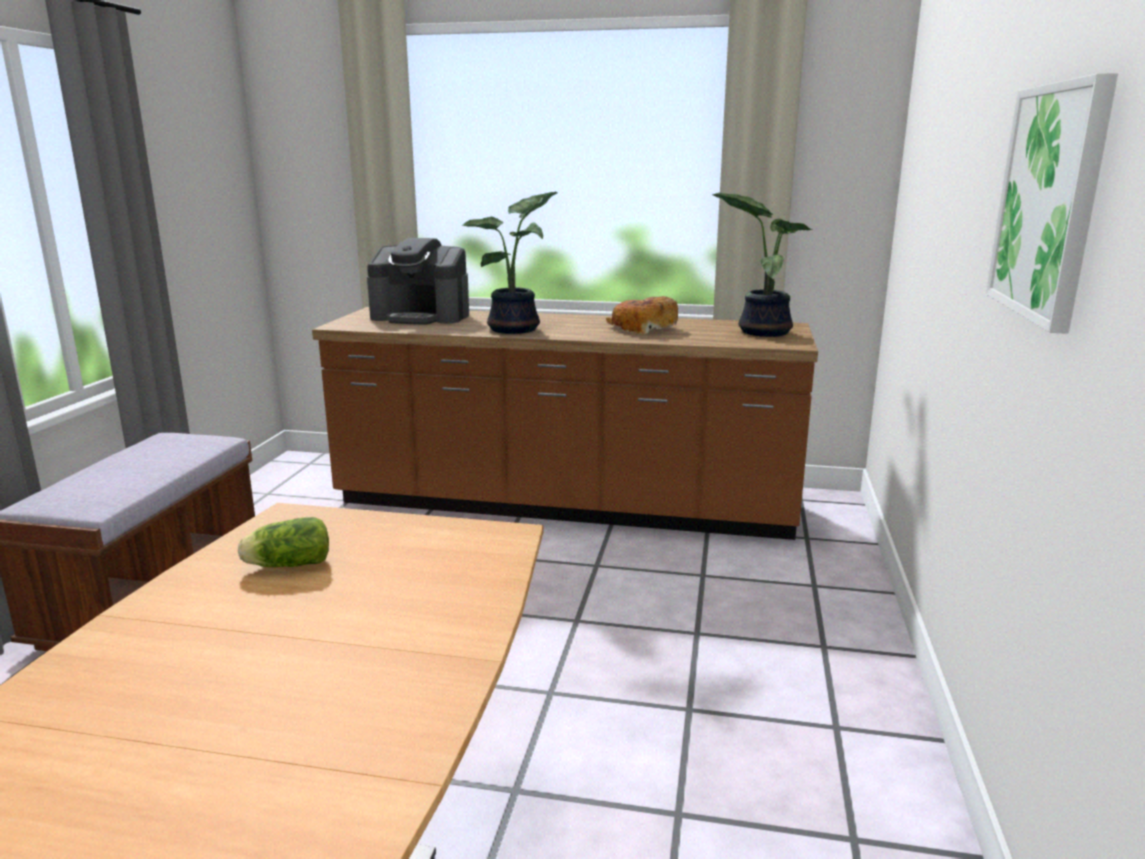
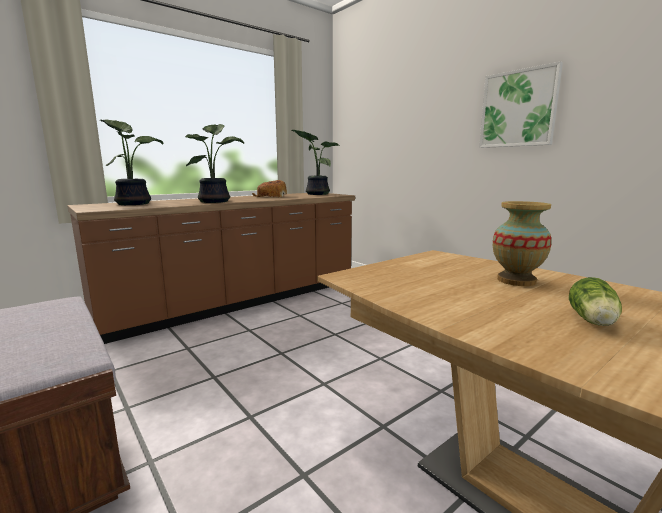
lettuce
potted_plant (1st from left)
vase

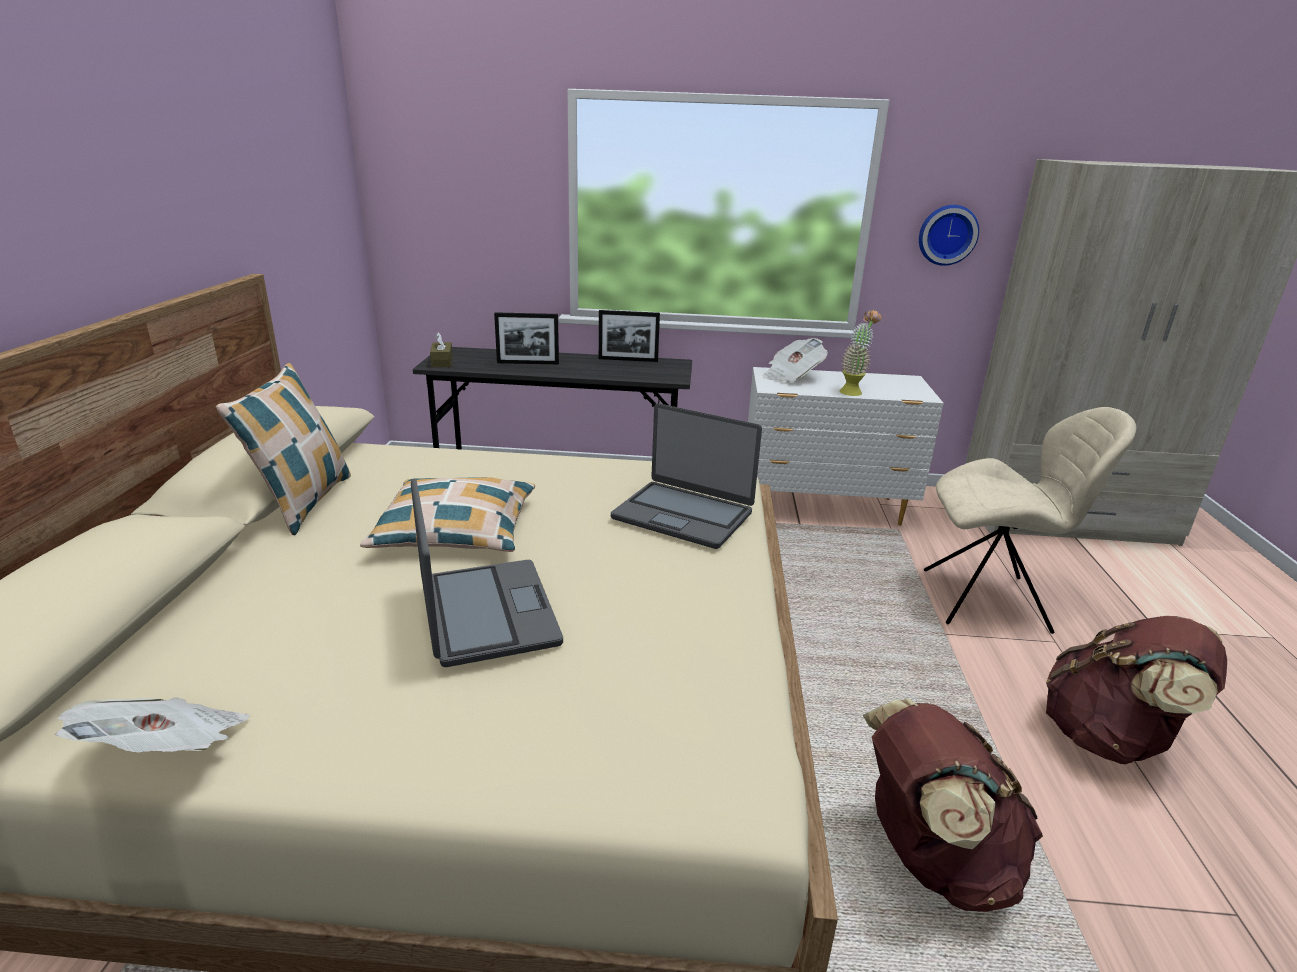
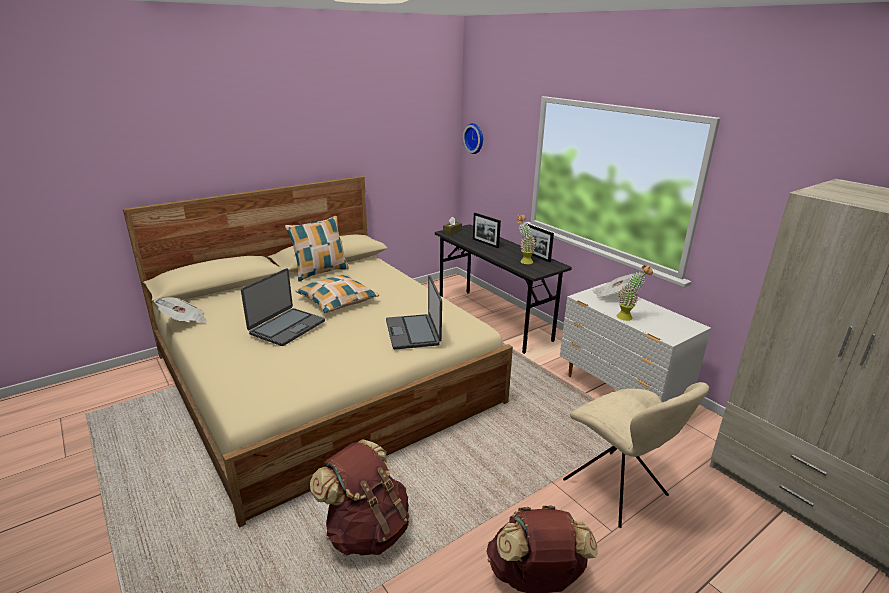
wall_clock
potted_plant (1st from left)

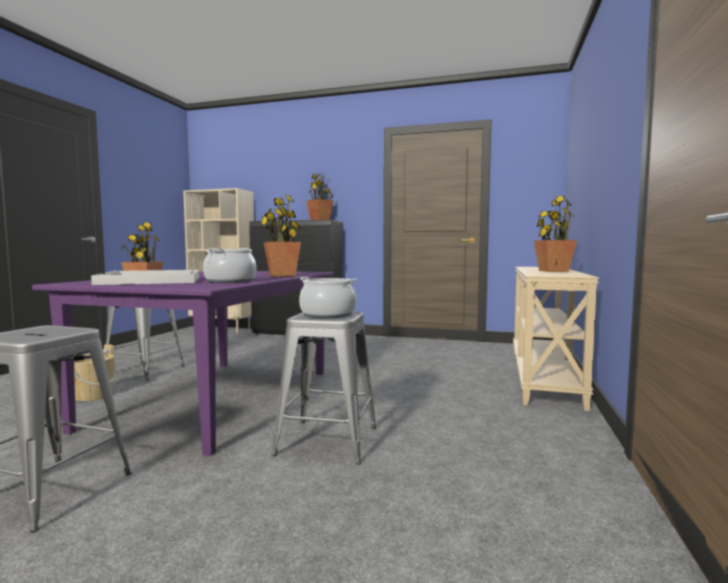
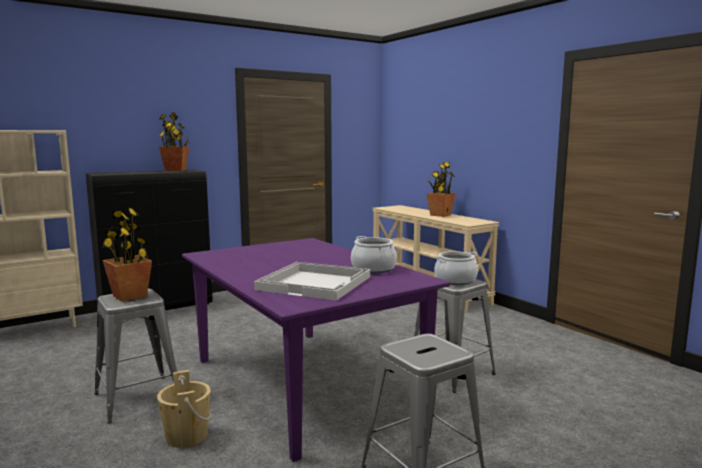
potted_plant (2nd from left in the first image)

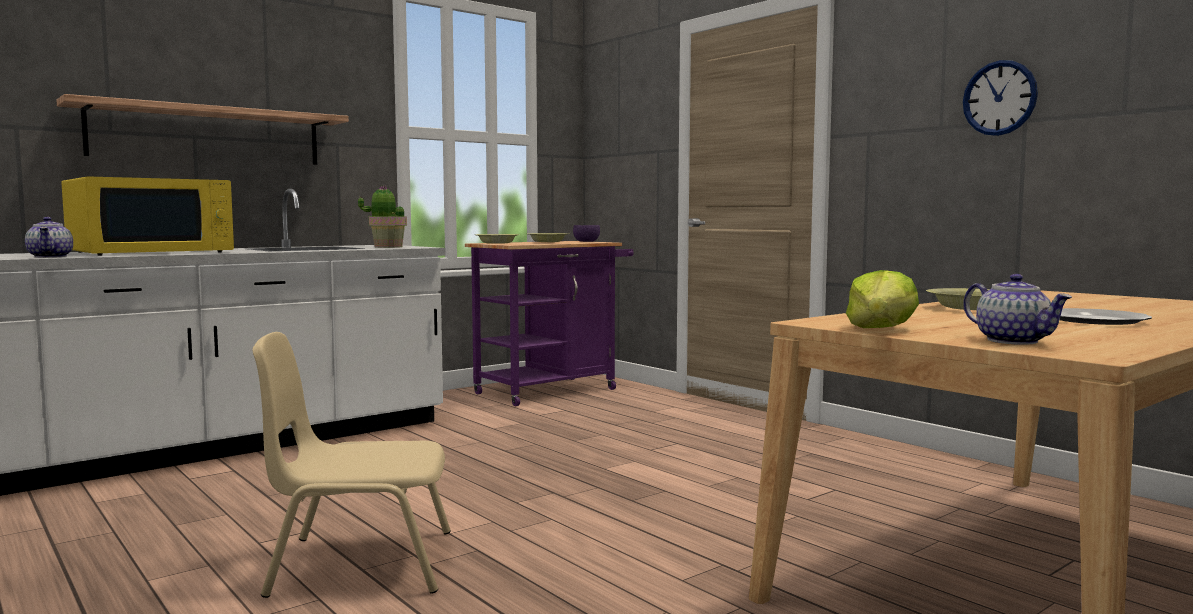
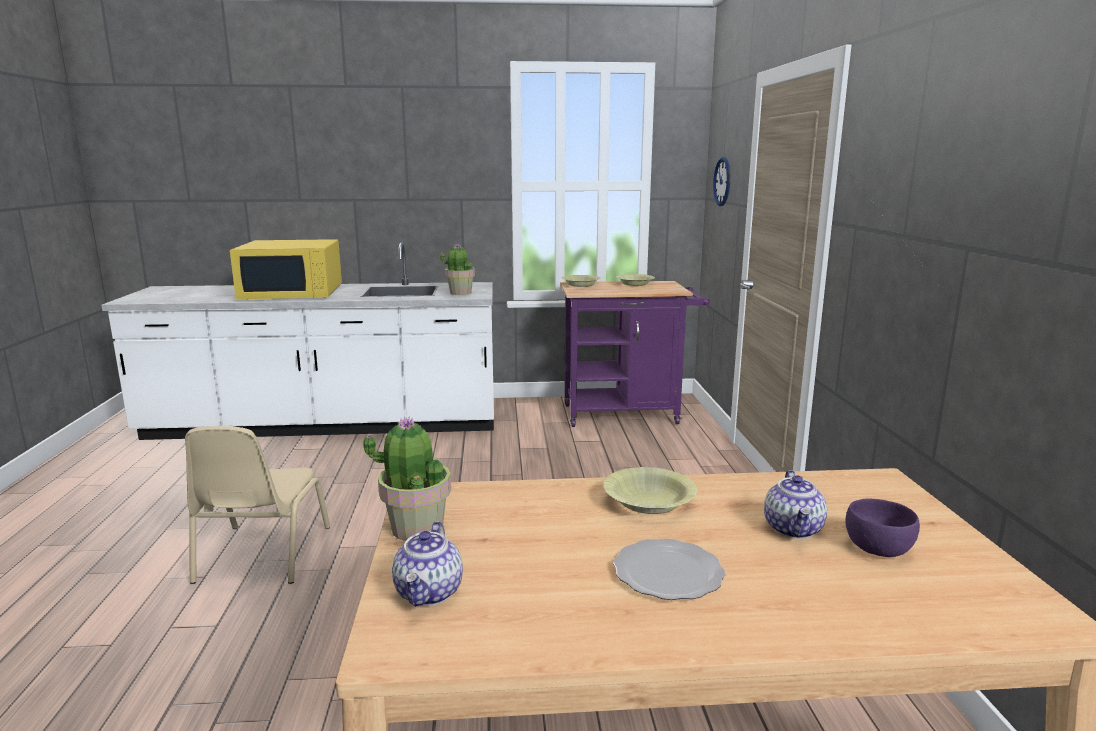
teapot (2nd from left)
shelf
beige_chair
purple_bowl
potted_plant (1st from left)
wall_clock

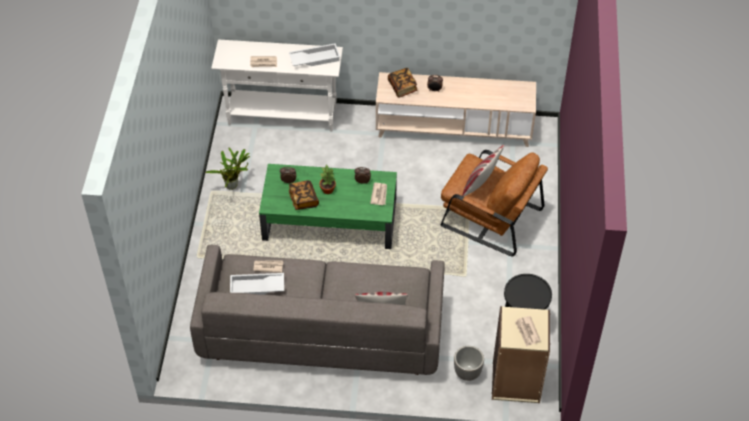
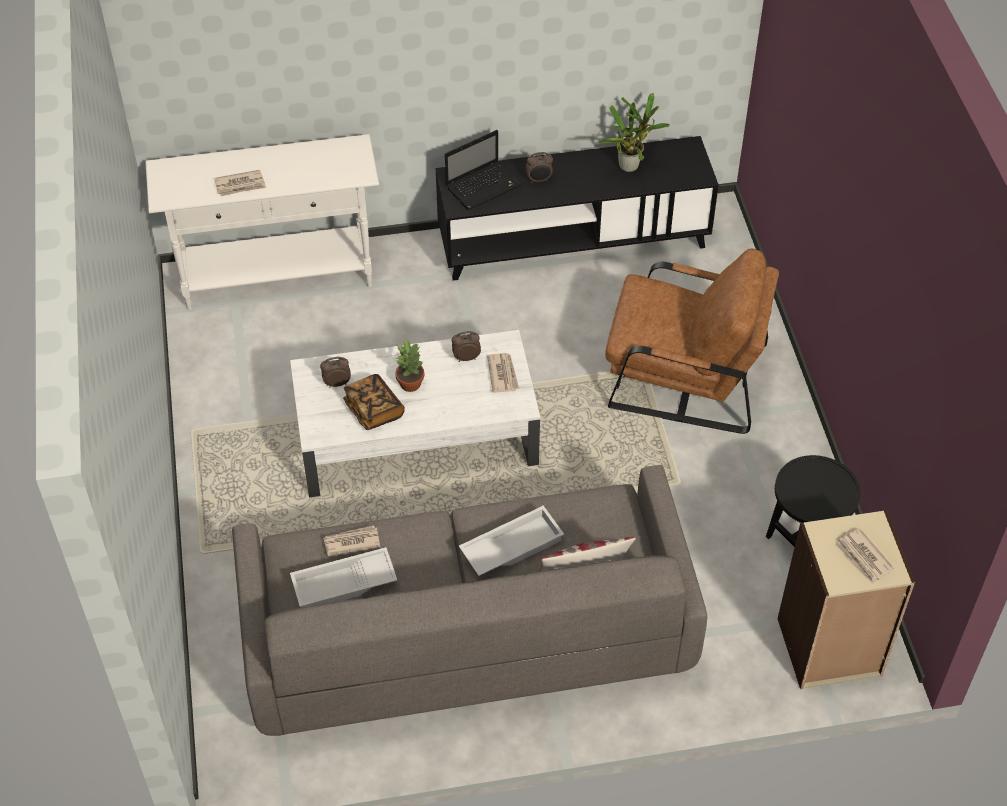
potted_plant (2nd from left)
white_coffee_table
white_tray (2nd from left)
black_tv_stand
laptop
planter
pillow (2nd from left in the first image)

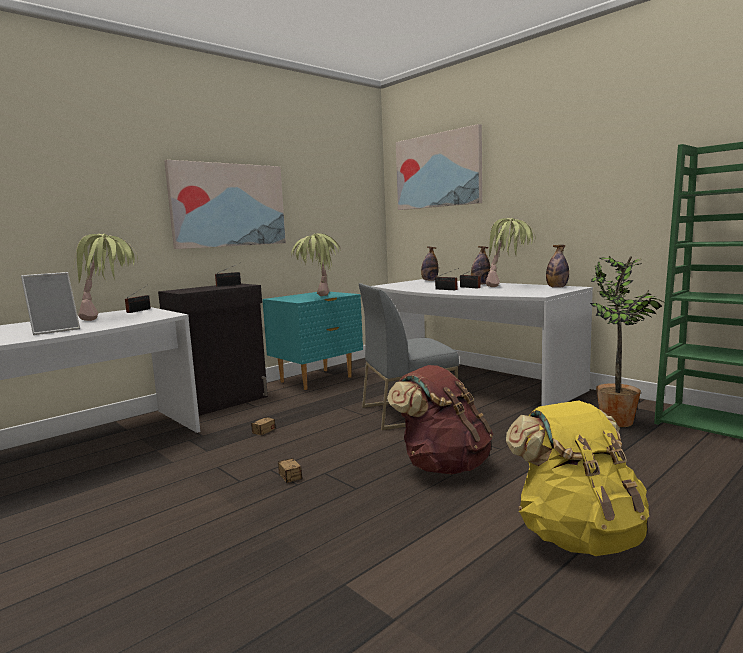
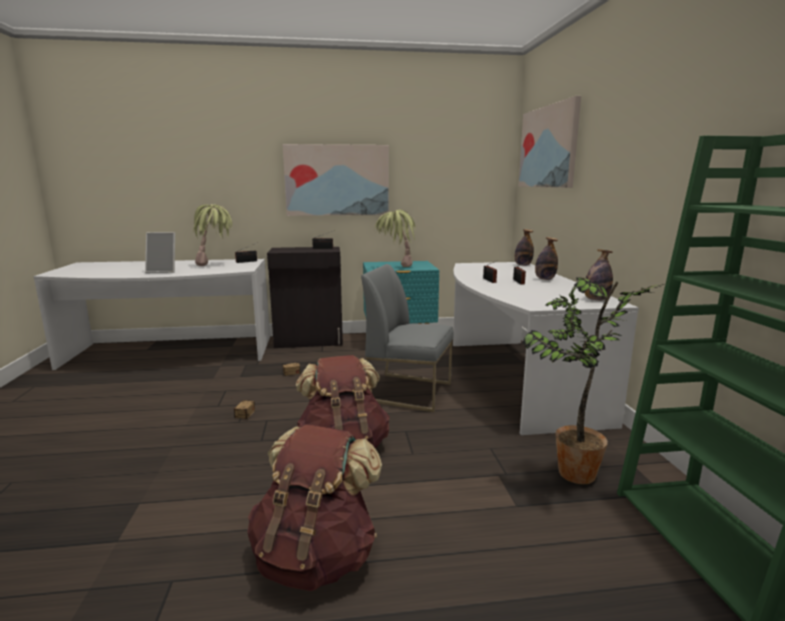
potted_plant (3rd from left in the first image)
brown_backpack (1st from left)

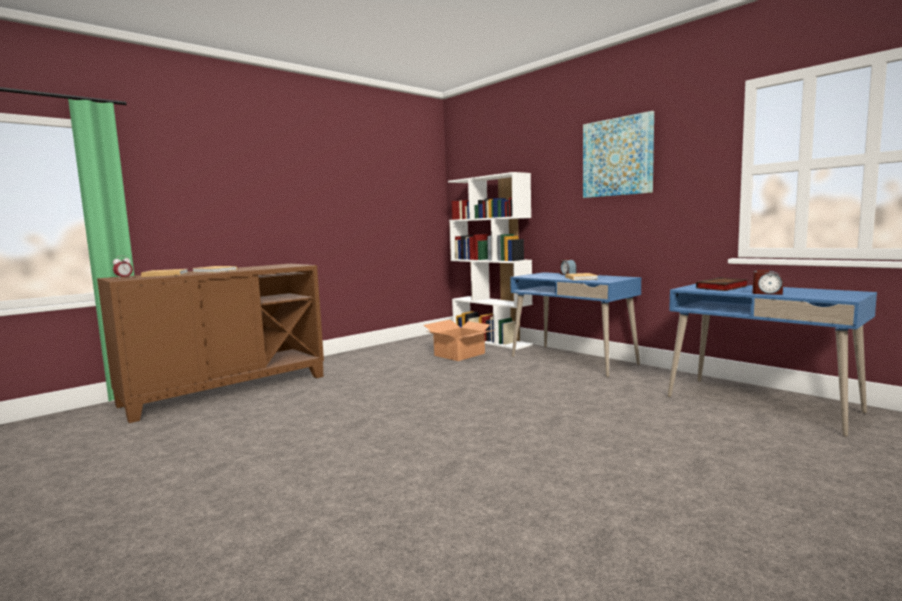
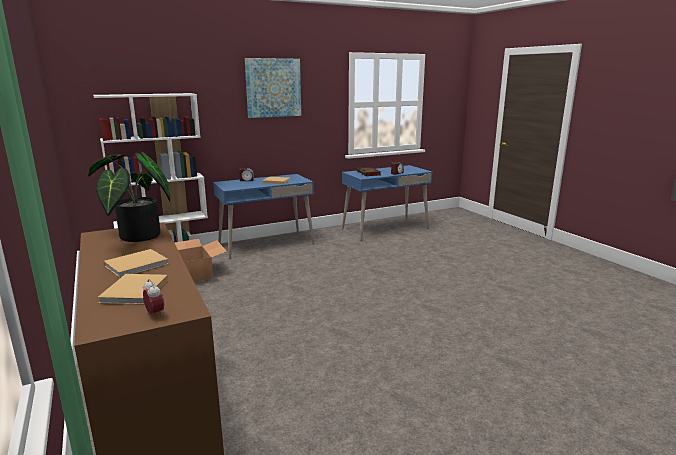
potted_plant

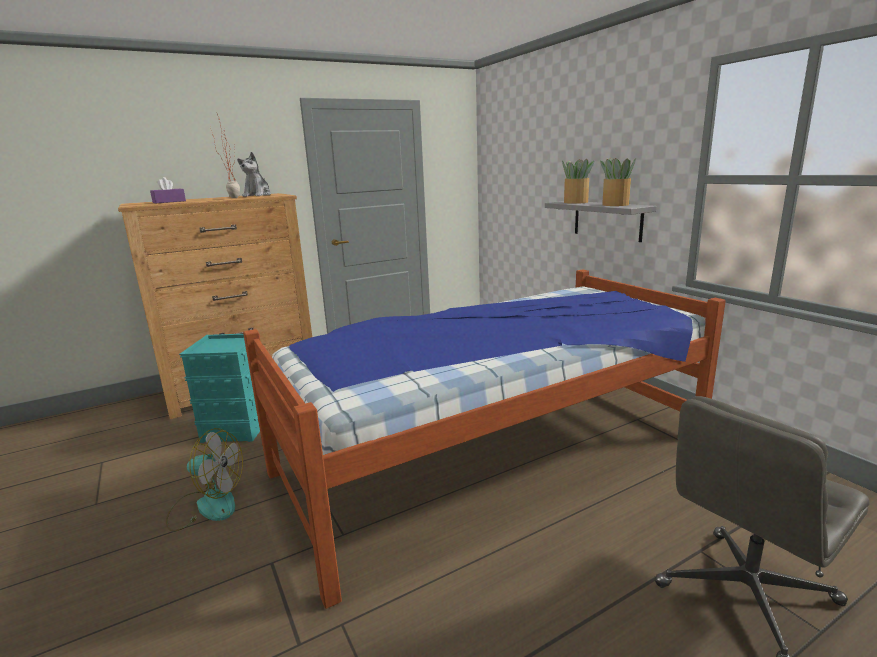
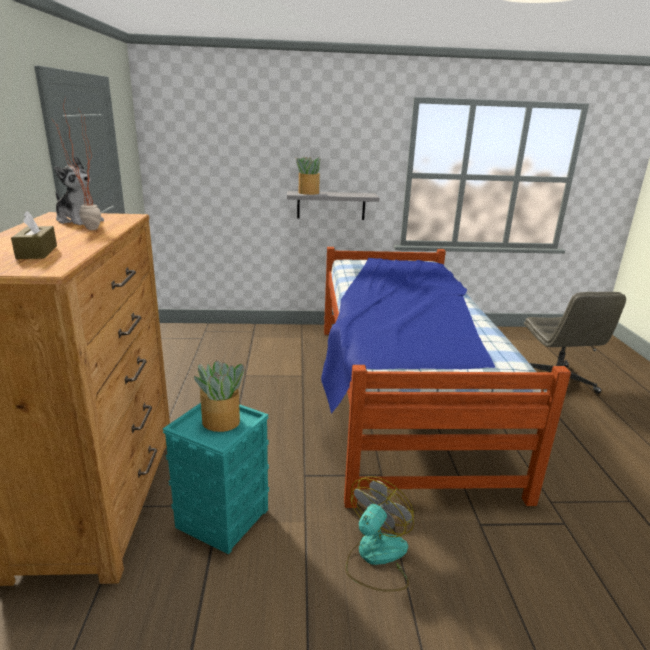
brown_tissue_box
potted_plant (2nd from left)

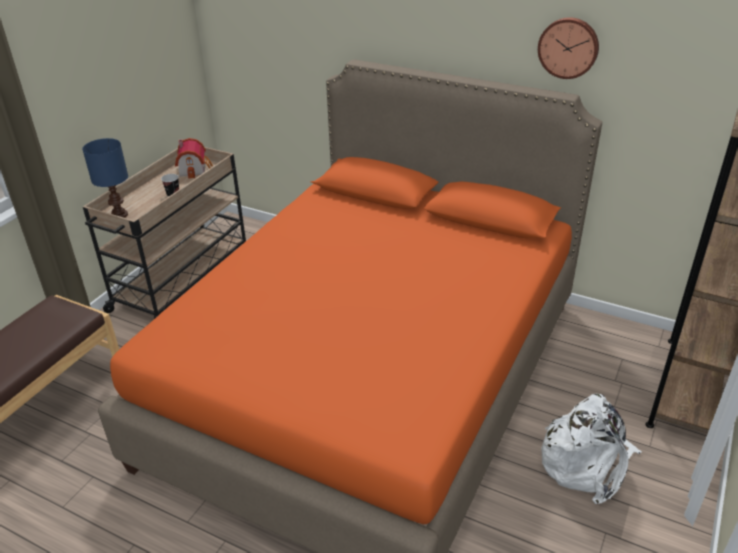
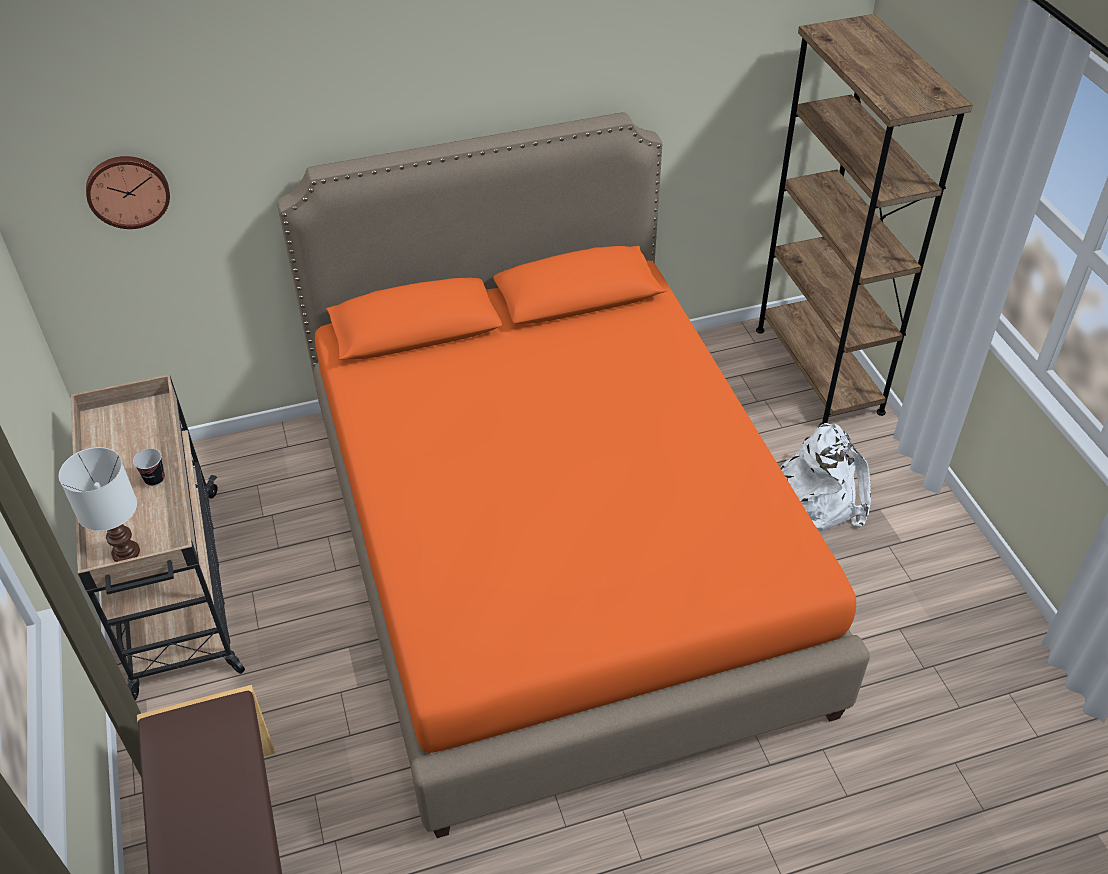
white_table_lamp
toy_house
wall_clock

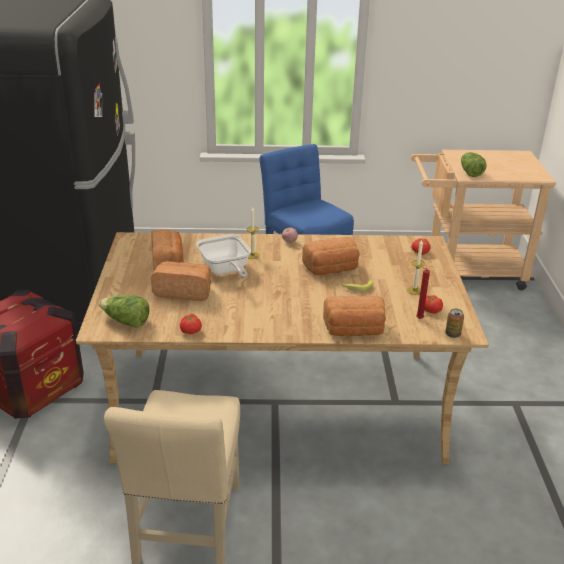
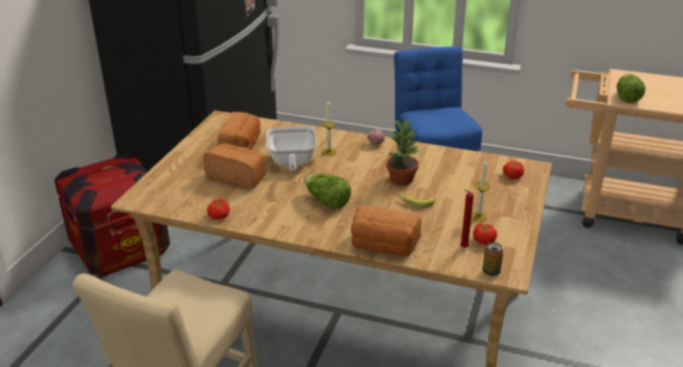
lettuce (1st from left)
potted_plant

